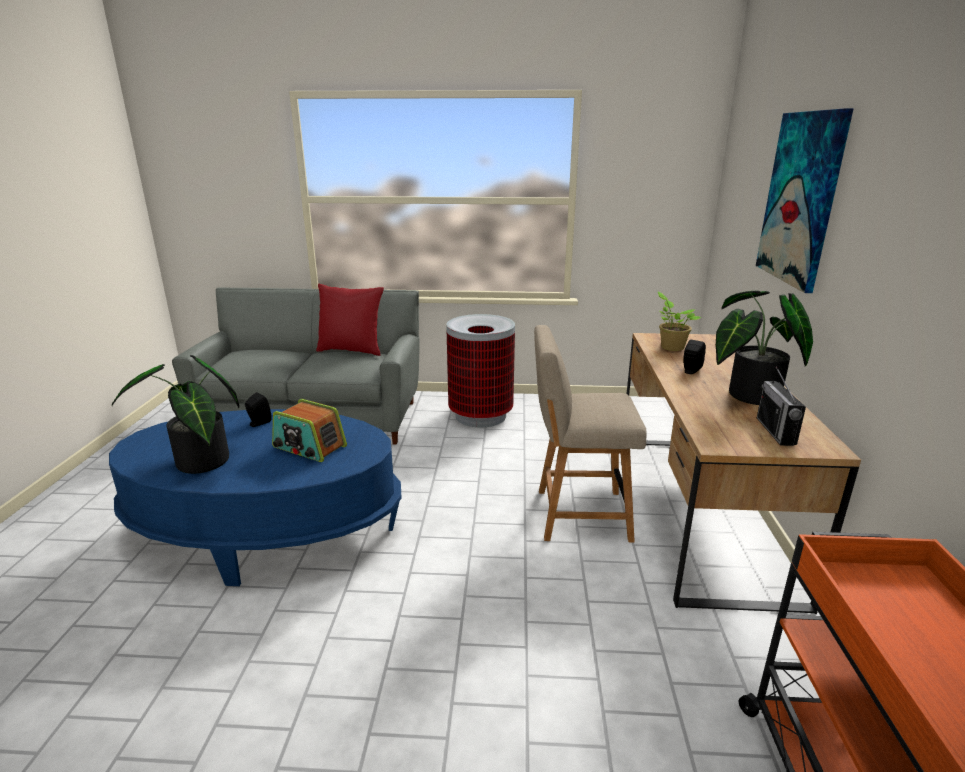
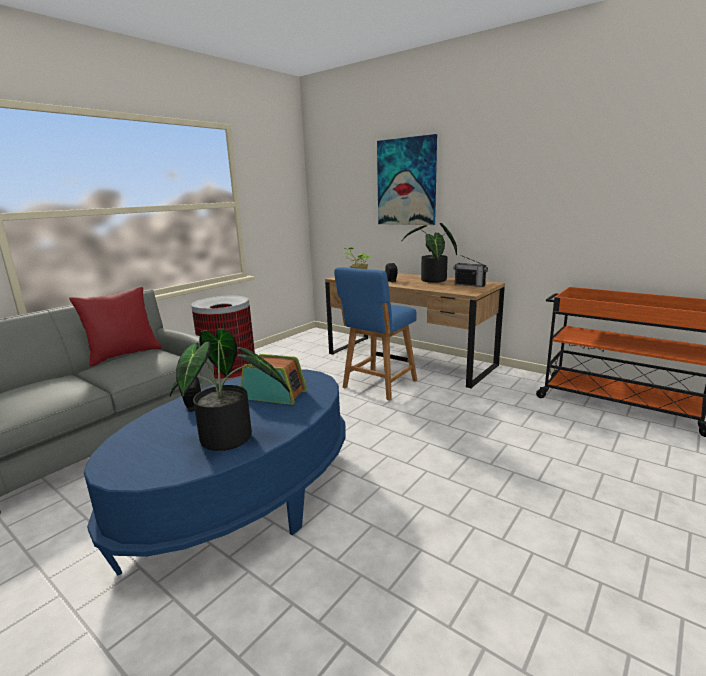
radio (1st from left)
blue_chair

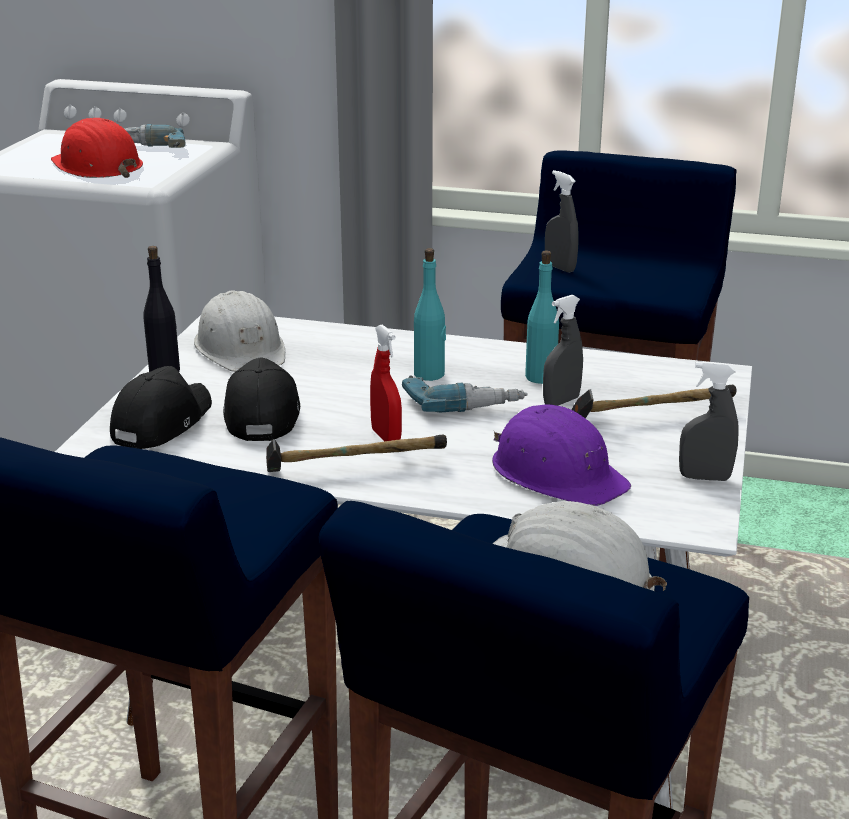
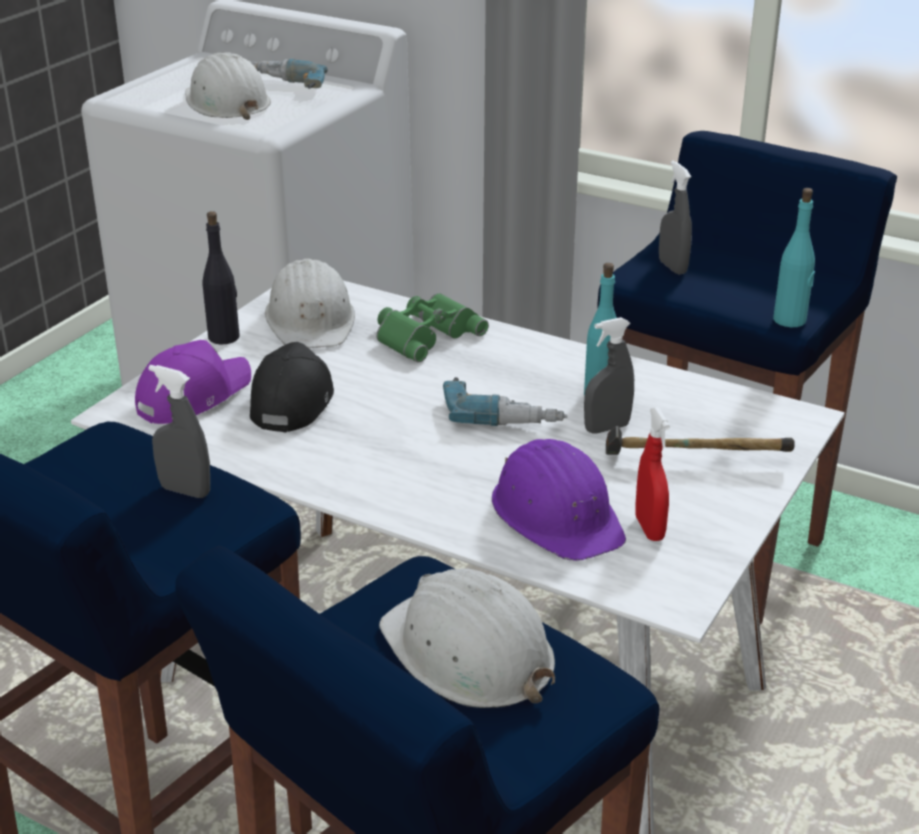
white_hard_hat (1st from left)
purple_cap
hammer (1st from left in the first image)
red_spray_bottle
turquoise_bottle (2nd from left)
grey_spray_bottle (1st from left)
green_binoculars

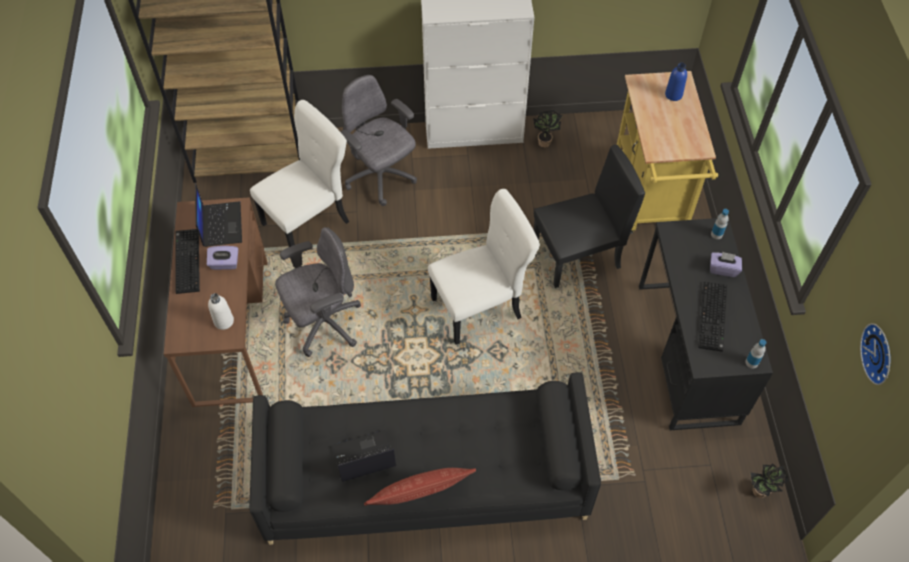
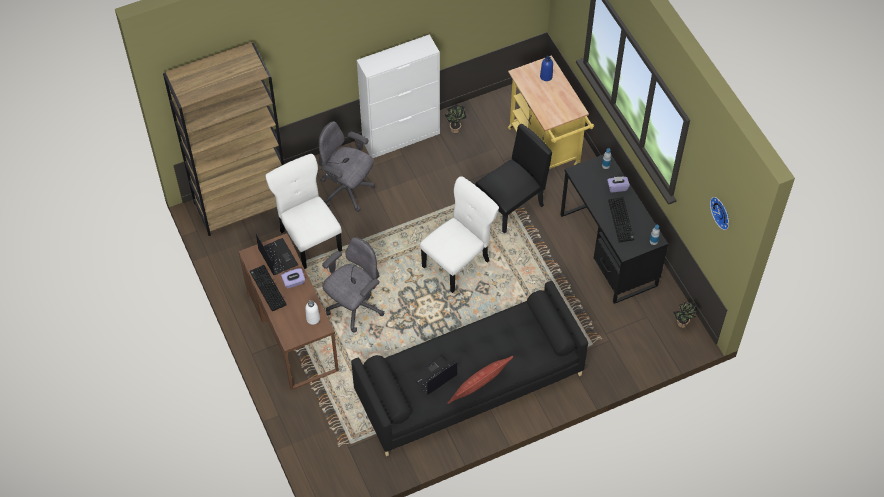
white_chair (1st from left)

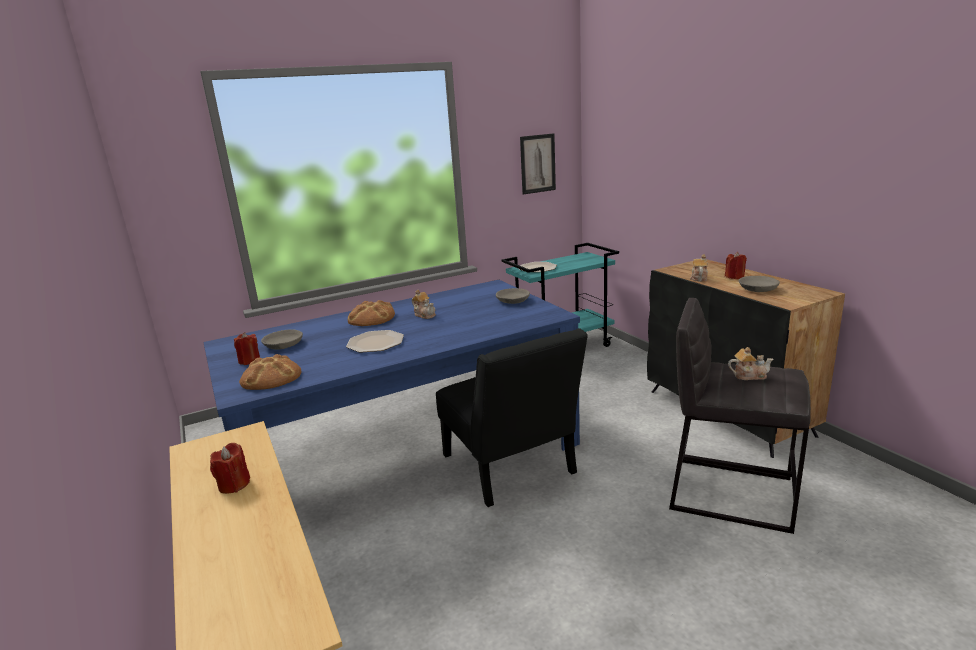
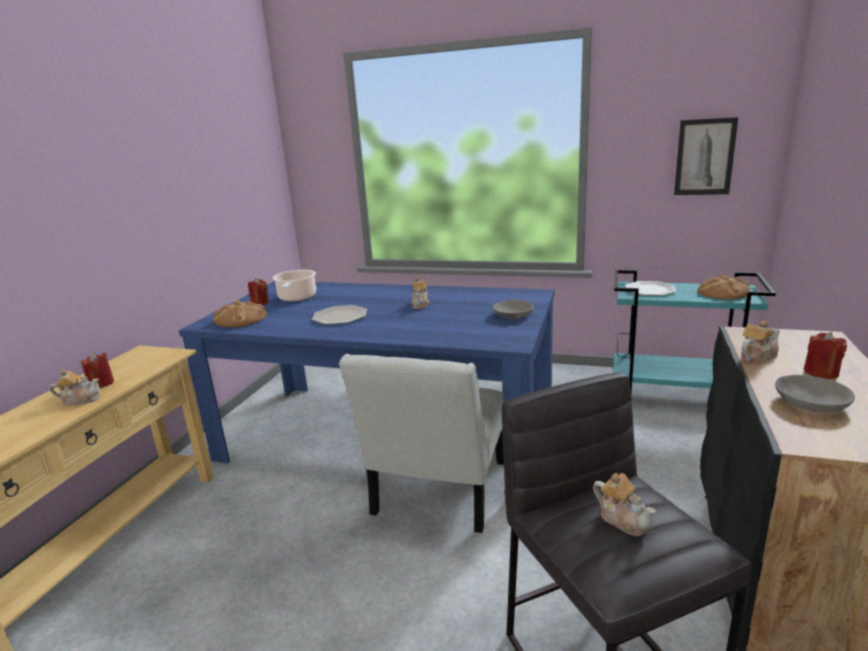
cooking_pot
bread (2nd from left)
white_chair
teapot (1st from left)

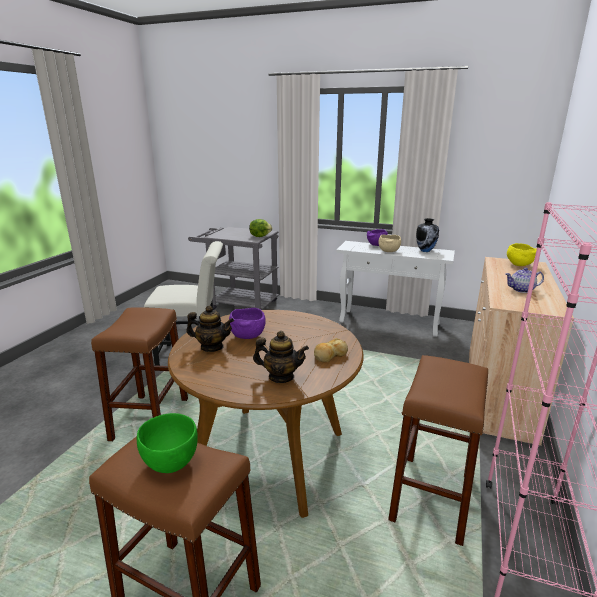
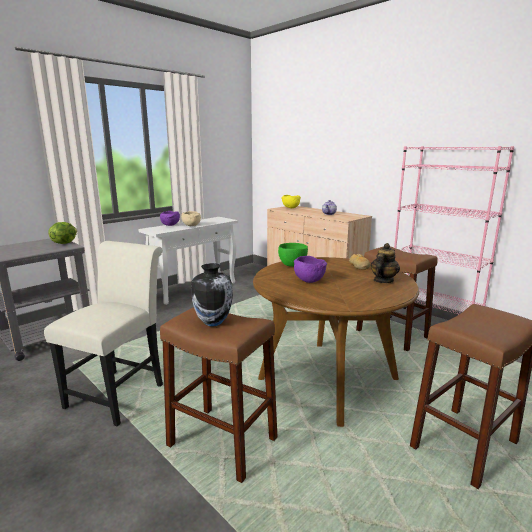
green_bowl
teapot (1st from left in the first image)
vase

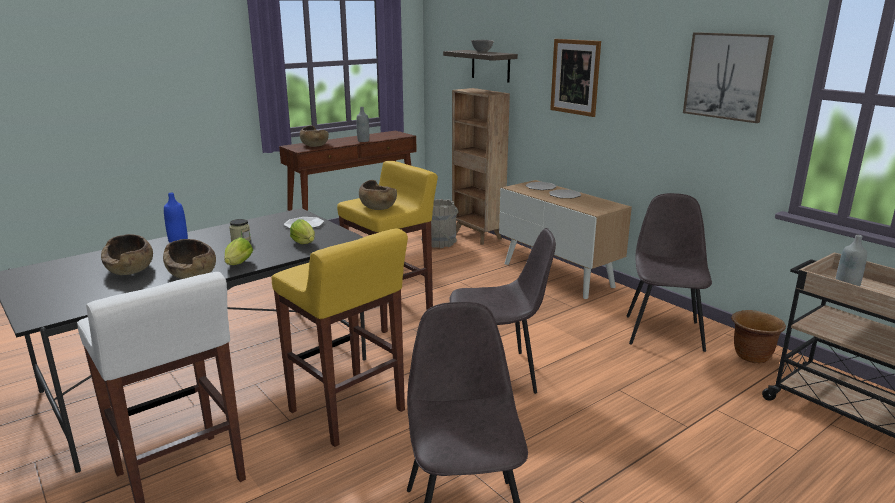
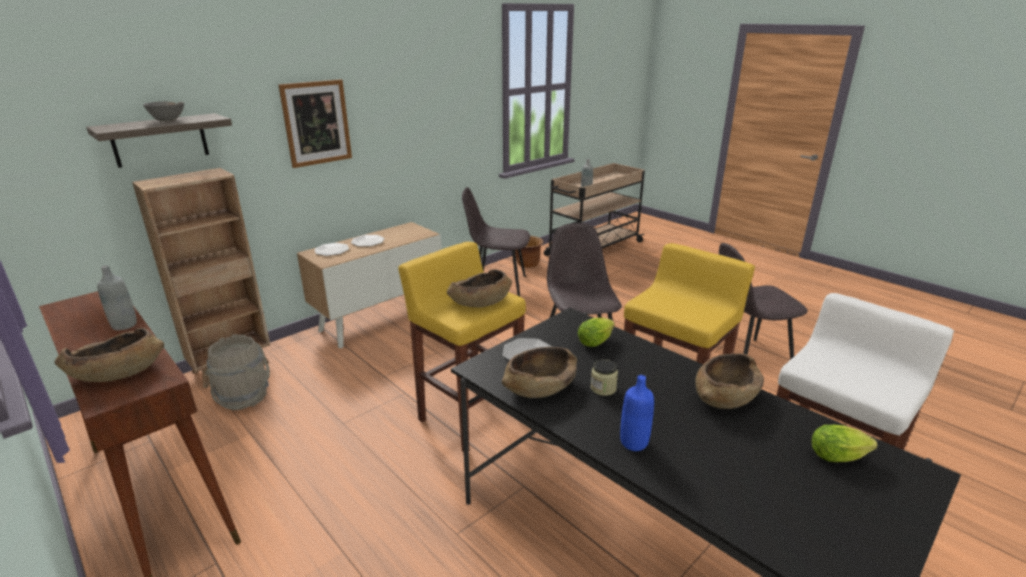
brown_bowl (3rd from left)
lettuce (2nd from left)
picture (2nd from left in the first image)

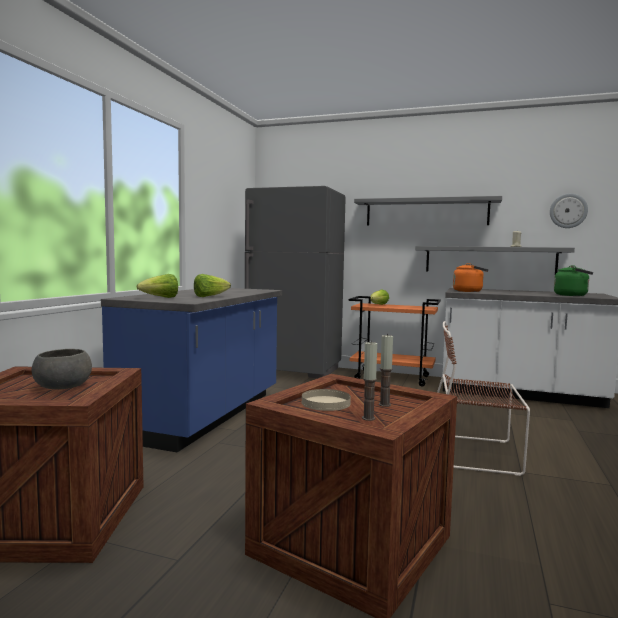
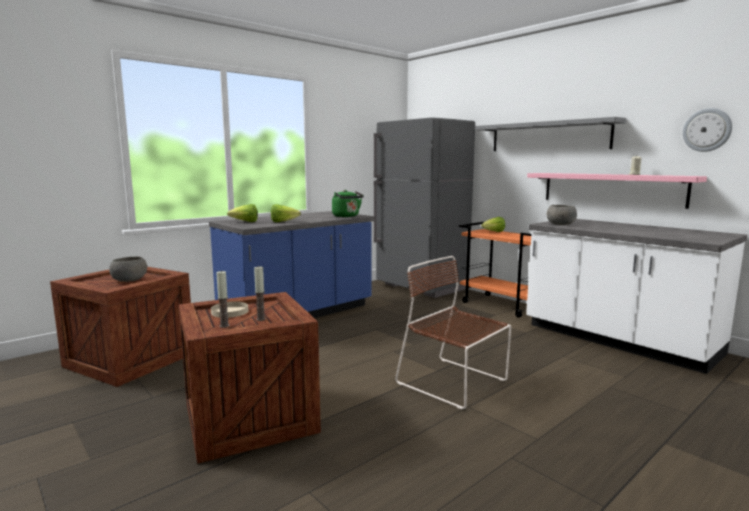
pink_shelf
grey_bowl (2nd from left)
green_kettle

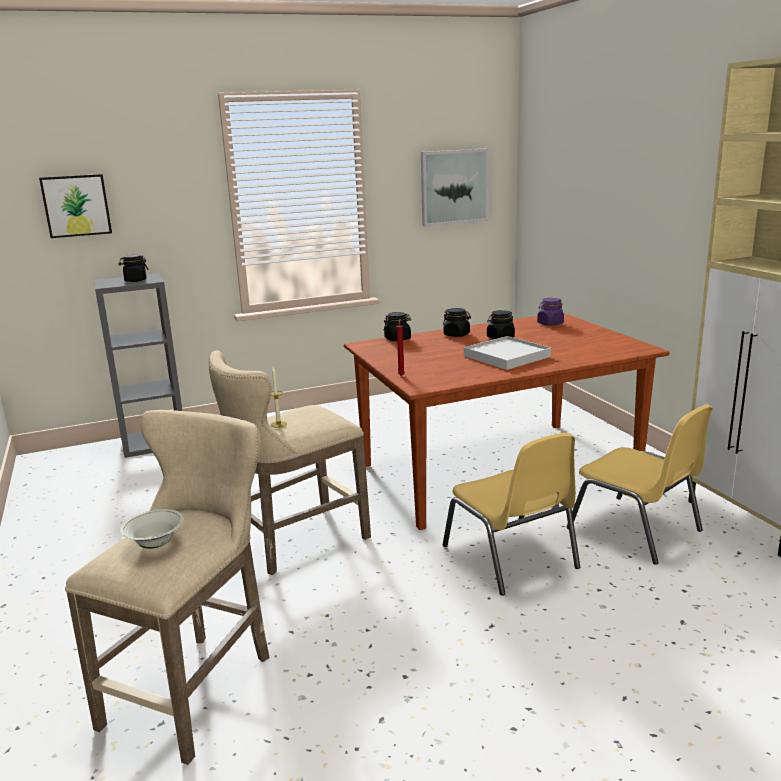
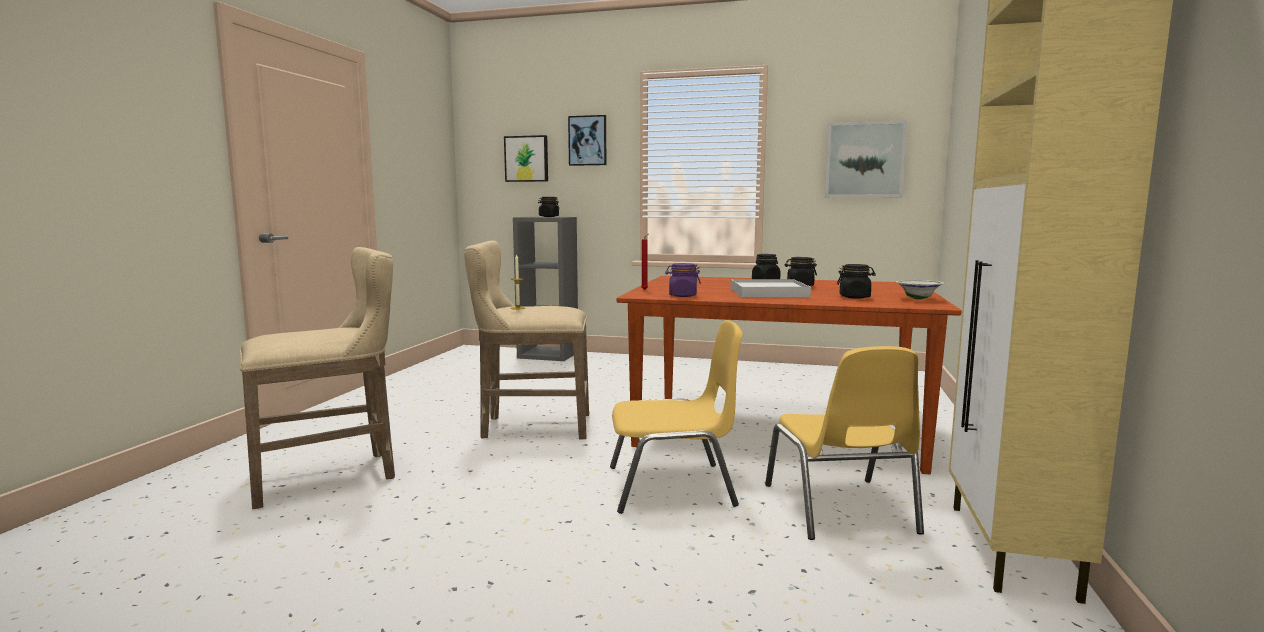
white_bowl
black_jar (4th from left)
yellow_chair (1st from left)
purple_jar
picture (2nd from left)

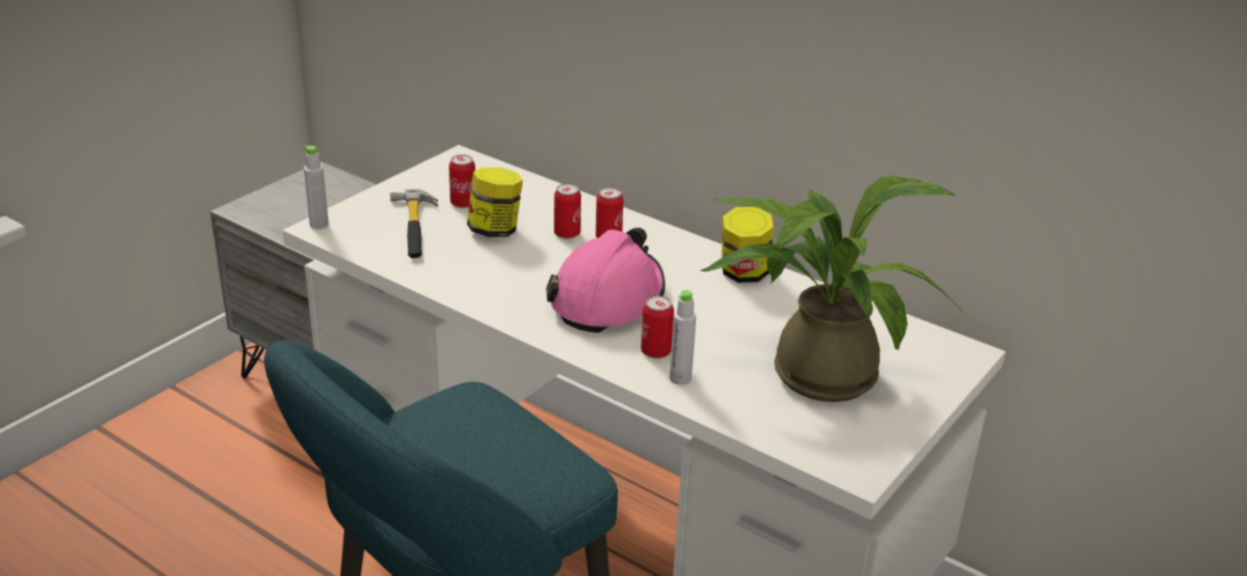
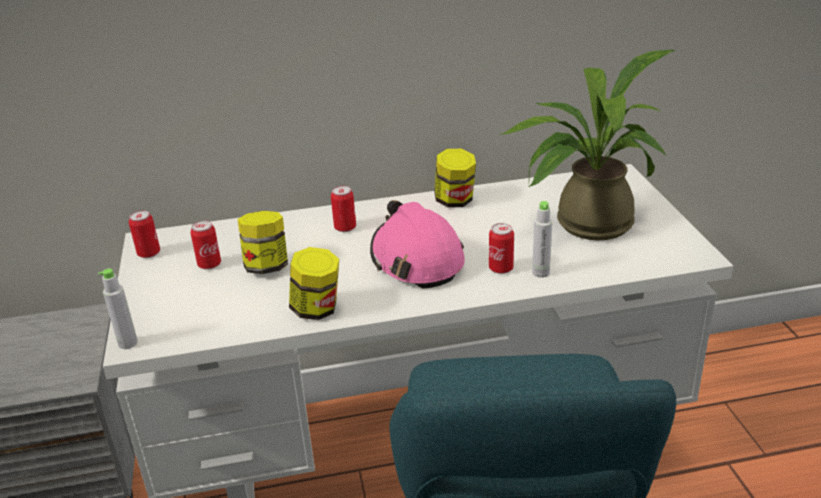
hammer
can (1st from left)
jar (2nd from left)

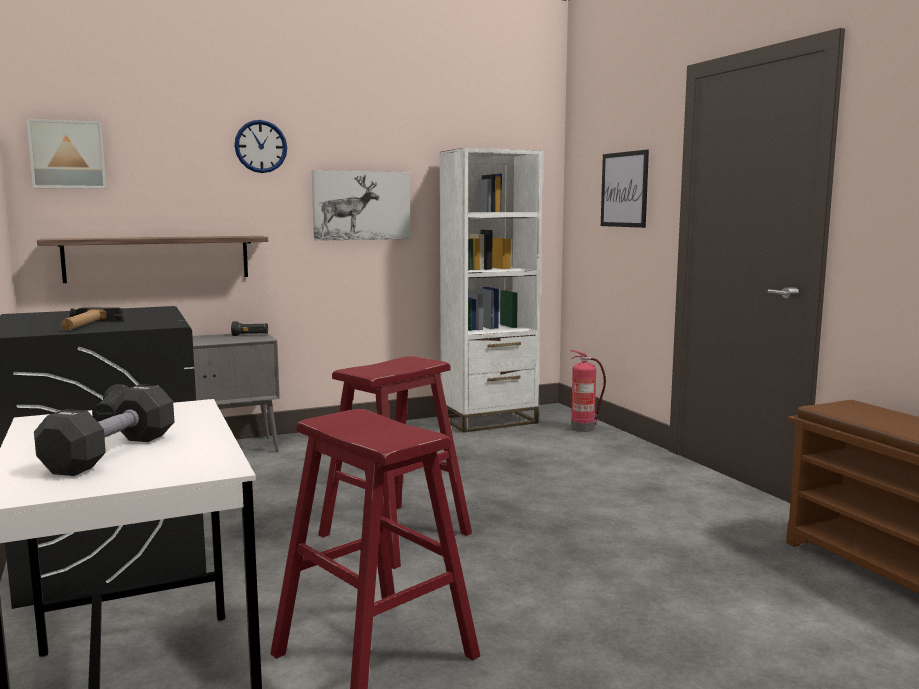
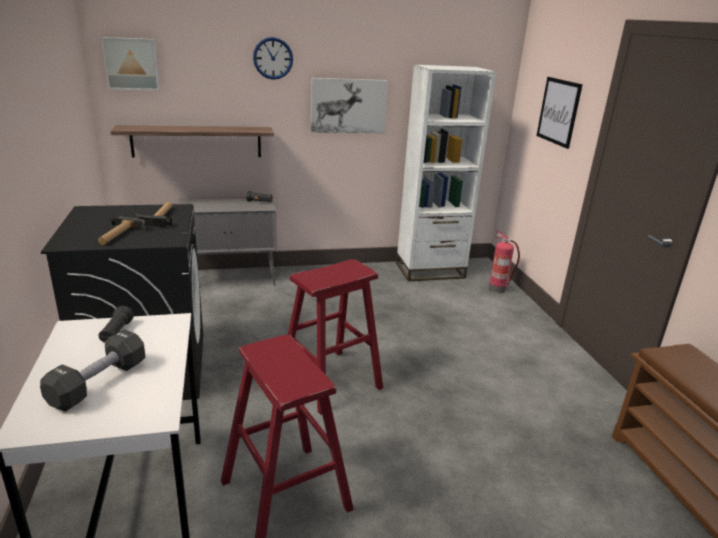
hammer (2nd from left)

